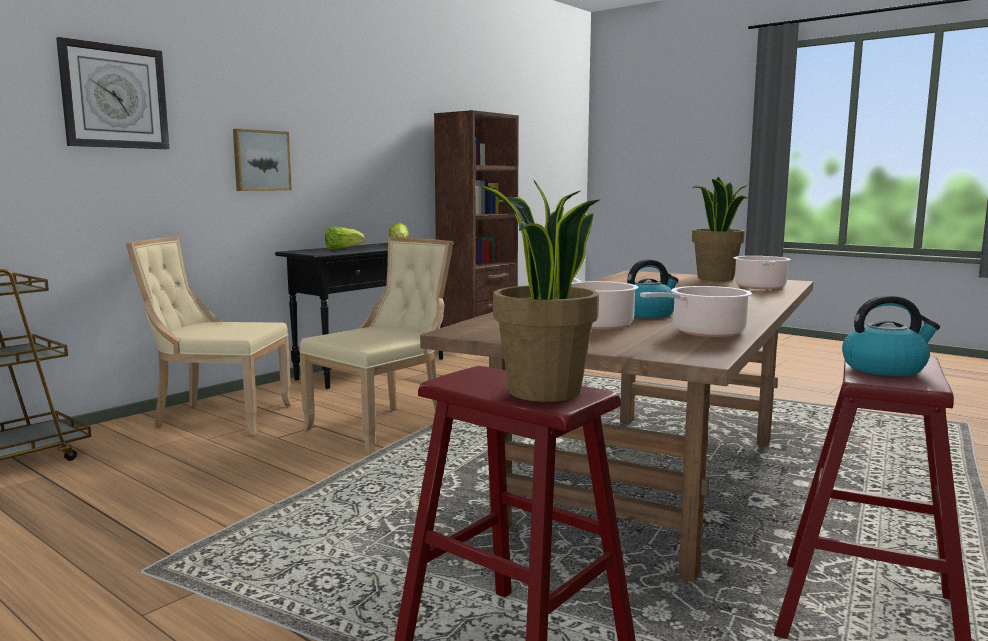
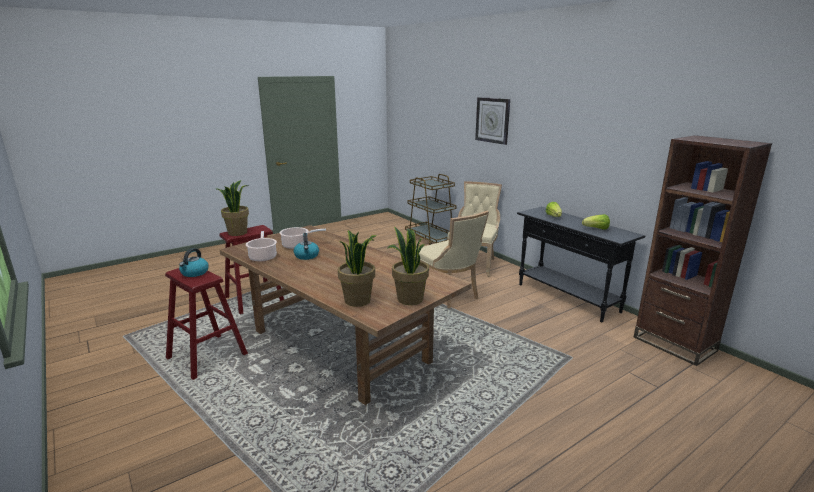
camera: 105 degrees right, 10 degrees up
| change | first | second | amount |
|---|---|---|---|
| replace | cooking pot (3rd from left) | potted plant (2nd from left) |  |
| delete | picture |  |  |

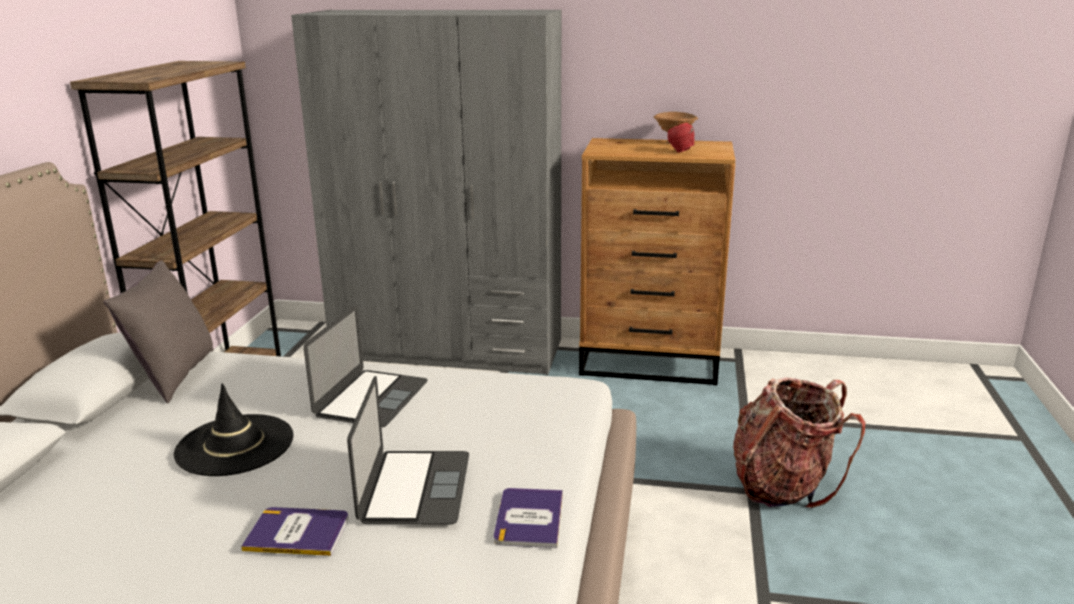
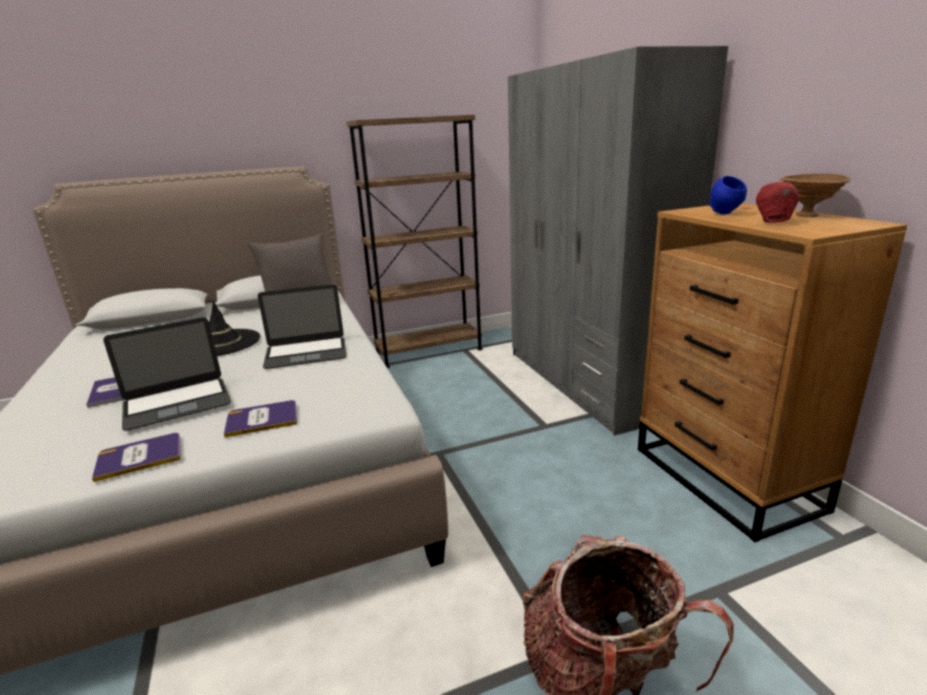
camera: 60 degrees right, 0 degrees up
| change | first | second | amount |
|---|---|---|---|
| insert |  | book (3rd from left) |  |
| insert |  | blue bowl |  |

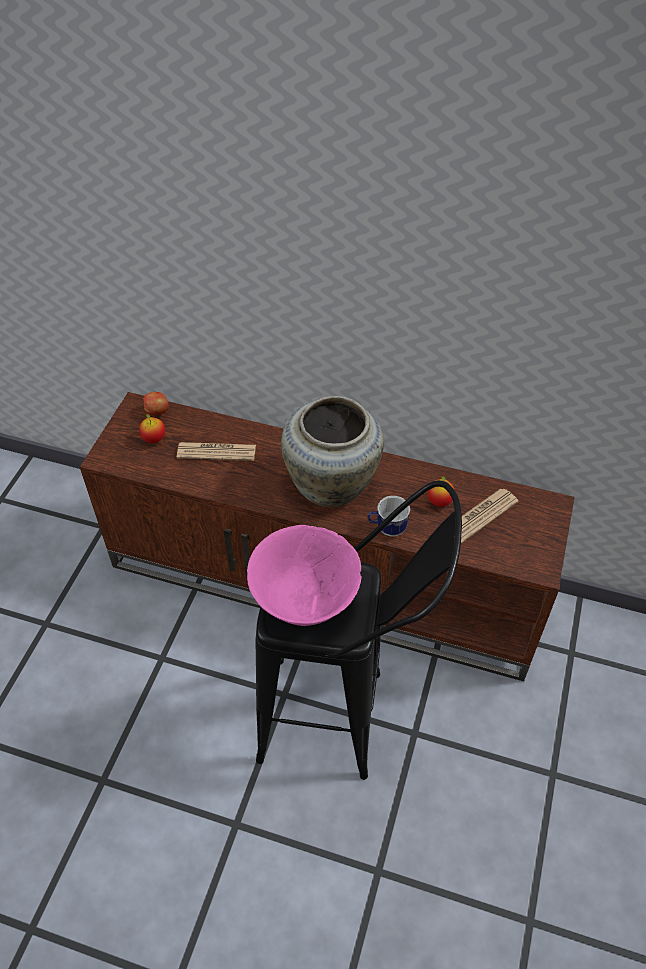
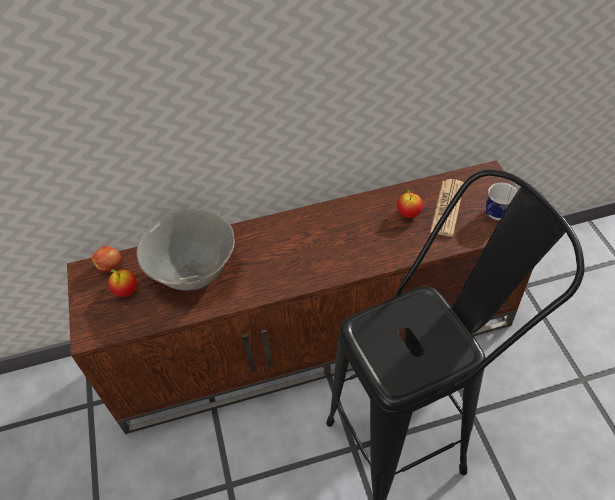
camera: 30 degrees left, 0 degrees up
| change | first | second | amount |
|---|---|---|---|
| replace | newspaper (1st from left) | grey bowl |  |
| move | mug |  |  |
| delete | pink bowl |  |  |
| delete | beige vase |  |  |

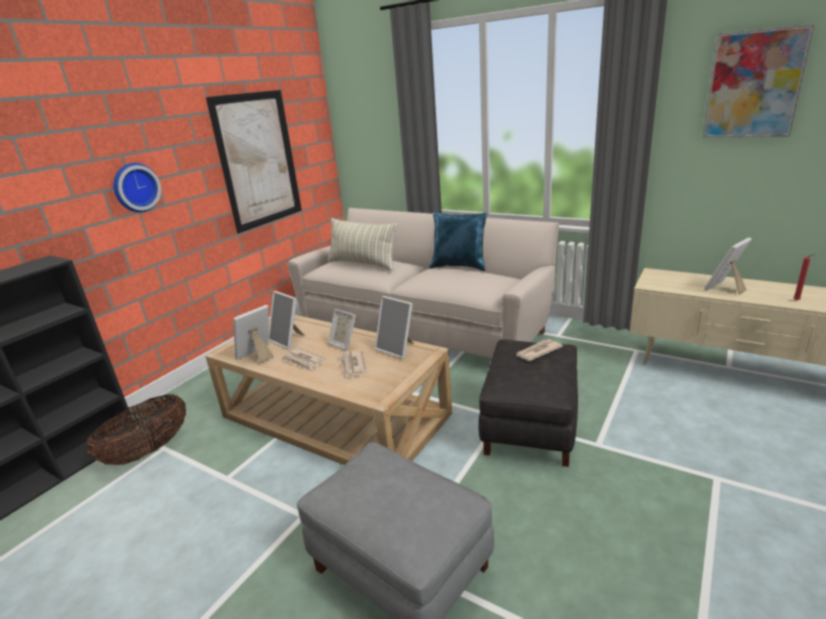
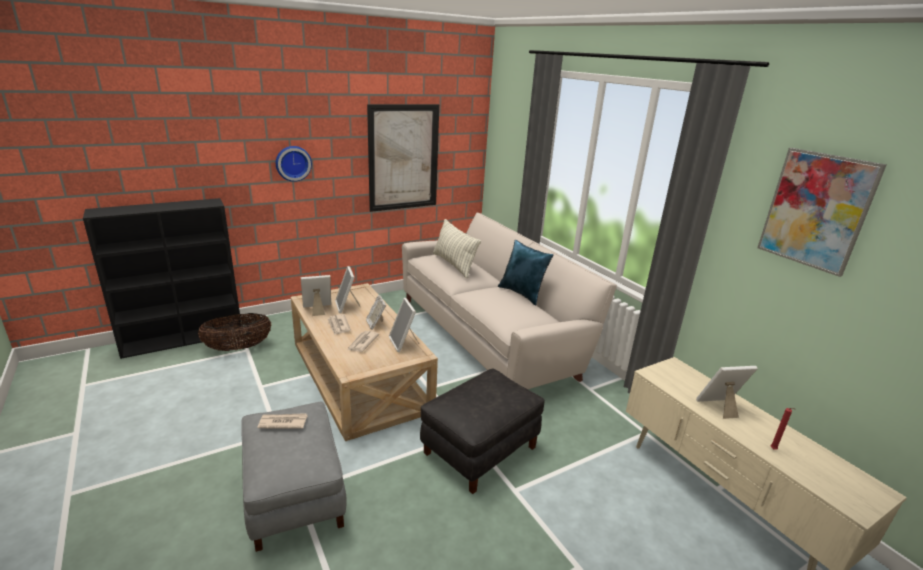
camera: 25 degrees right, 0 degrees up
| change | first | second | amount |
|---|---|---|---|
| move | newspaper (3rd from left in the first image) | newspaper (1st from left) |  |

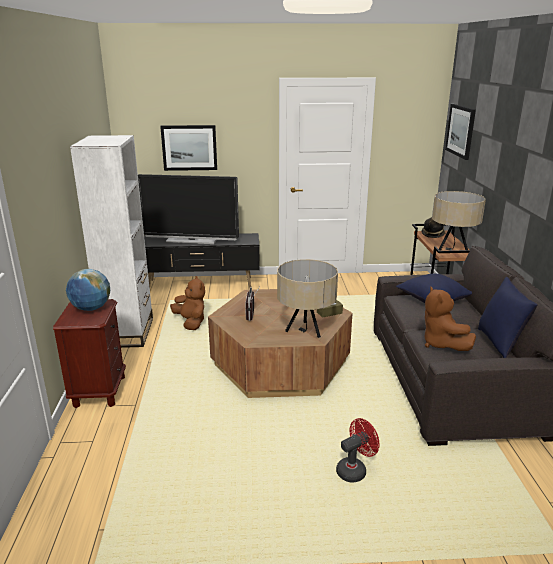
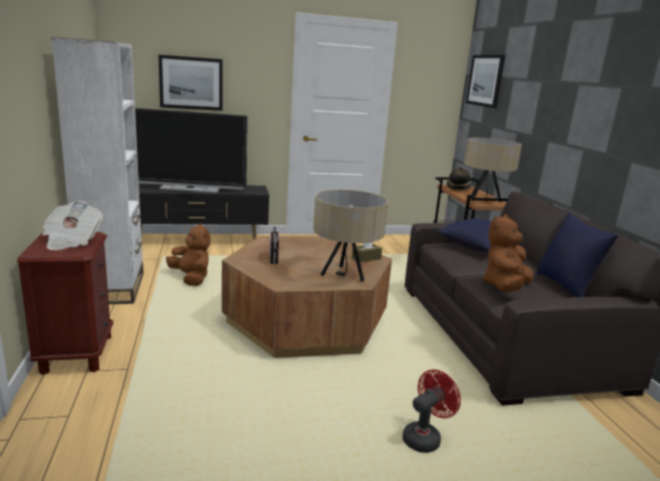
camera: 10 degrees left, 5 degrees down
| change | first | second | amount |
|---|---|---|---|
| replace | globe | newspaper |  |
| rotate | brown plush toy (2nd from left) |  | 60 degrees clockwise |

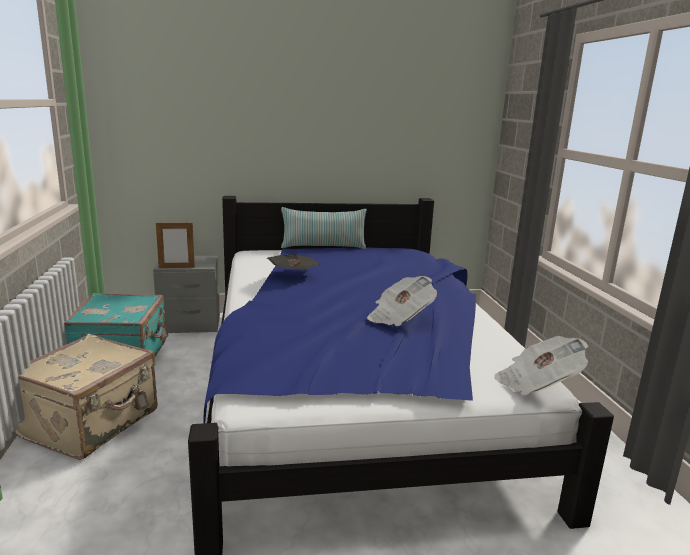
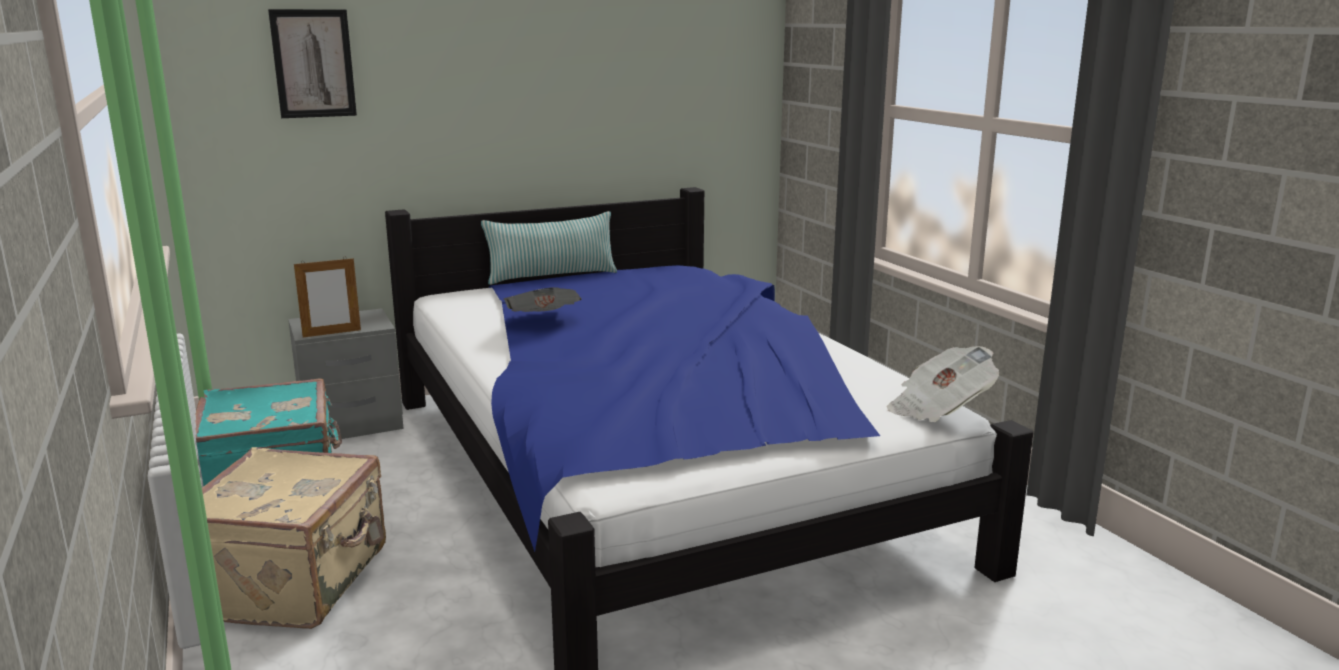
camera: 15 degrees left, 0 degrees up
| change | first | second | amount |
|---|---|---|---|
| insert |  | picture |  |
| delete | newspaper (2nd from left) |  |  |

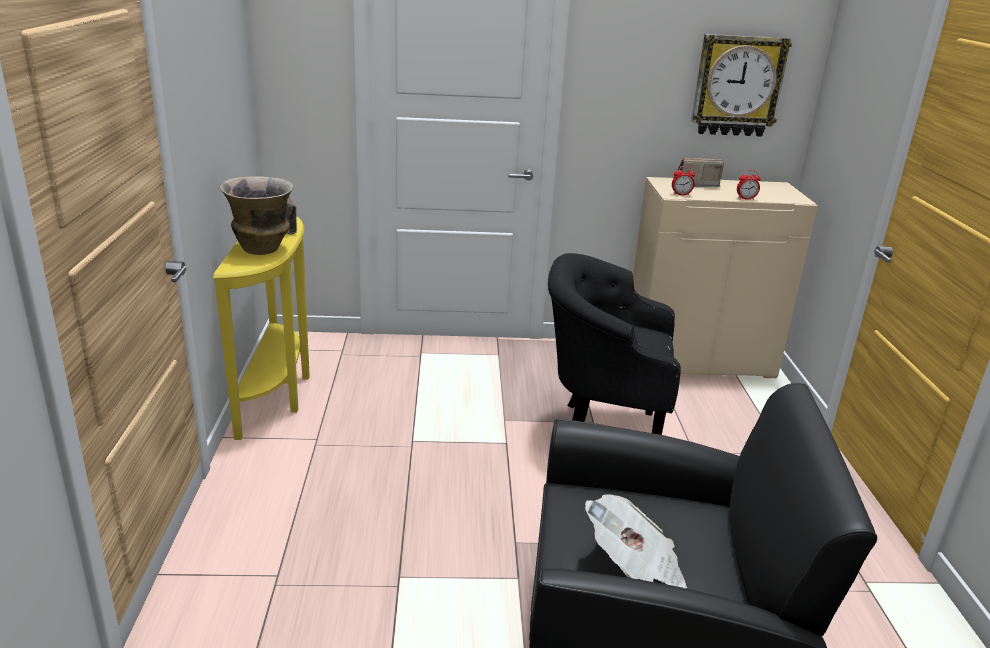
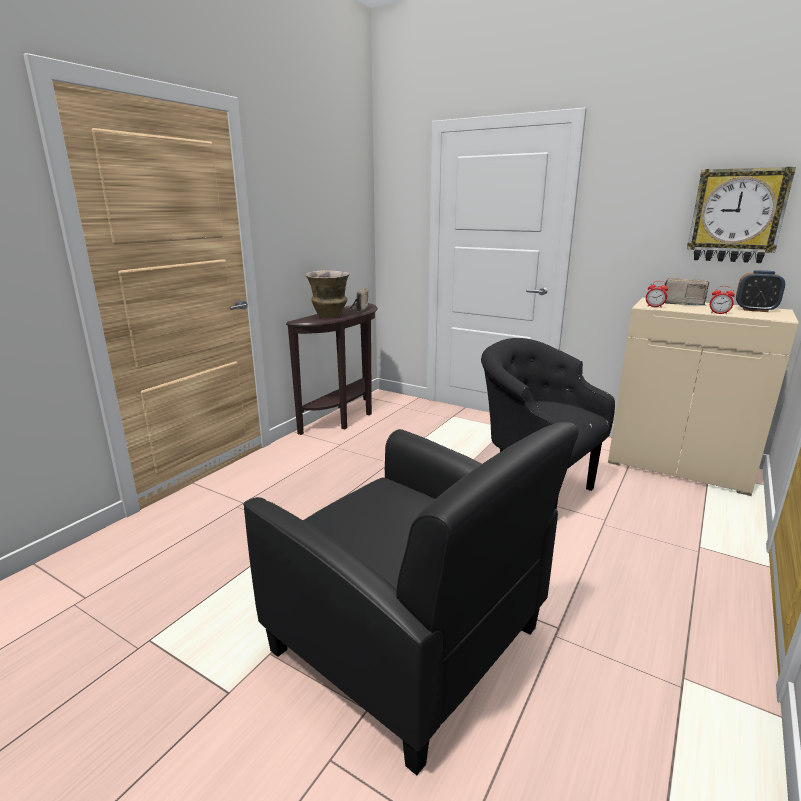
camera: 35 degrees right, 5 degrees down
| change | first | second | amount |
|---|---|---|---|
| recolor | yellow console table | brown console table |  |
| insert |  | alarm clock (3rd from left) |  |
| delete | newspaper |  |  |

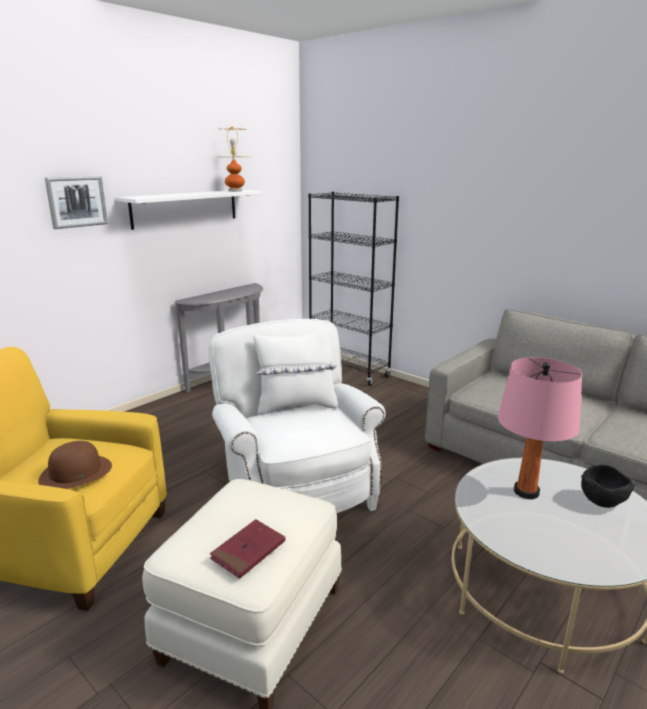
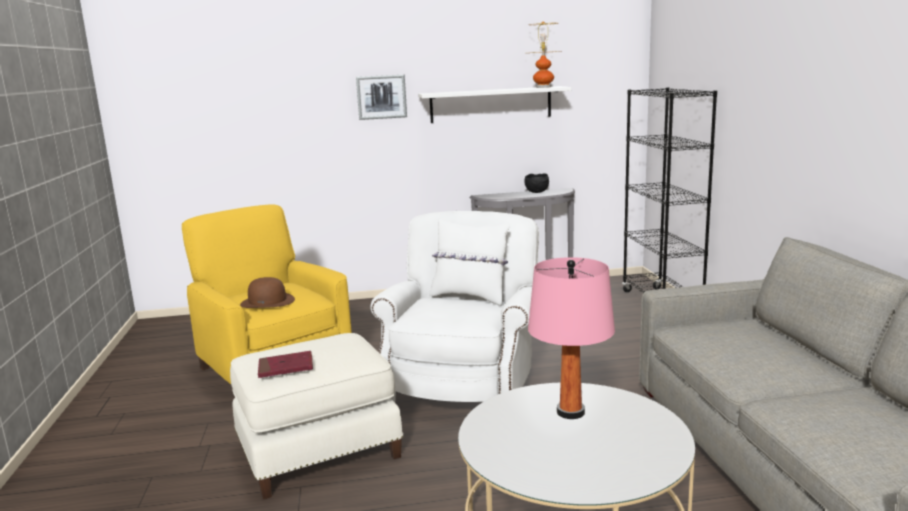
camera: 40 degrees right, 5 degrees down
| change | first | second | amount |
|---|---|---|---|
| move | black bowl |  |  |

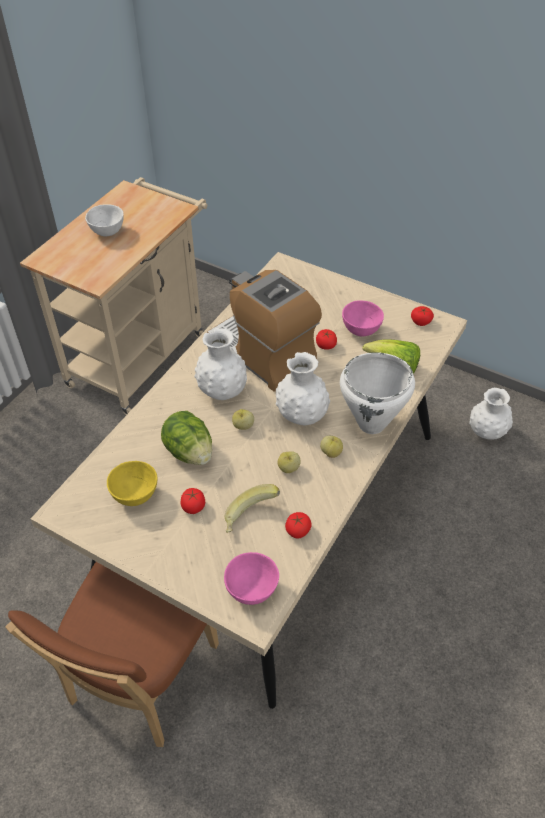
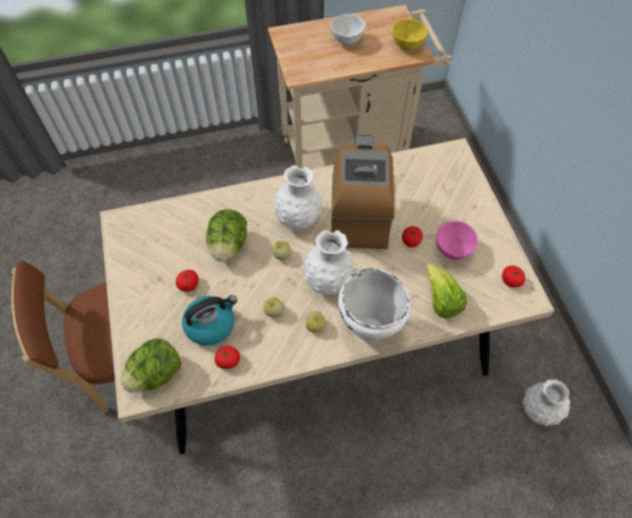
camera: 45 degrees right, 10 degrees up
| change | first | second | amount |
|---|---|---|---|
| replace | pink bowl (1st from left) | lettuce (1st from left) |  |
| replace | banana | kettle |  |
| move | yellow bowl |  |  |

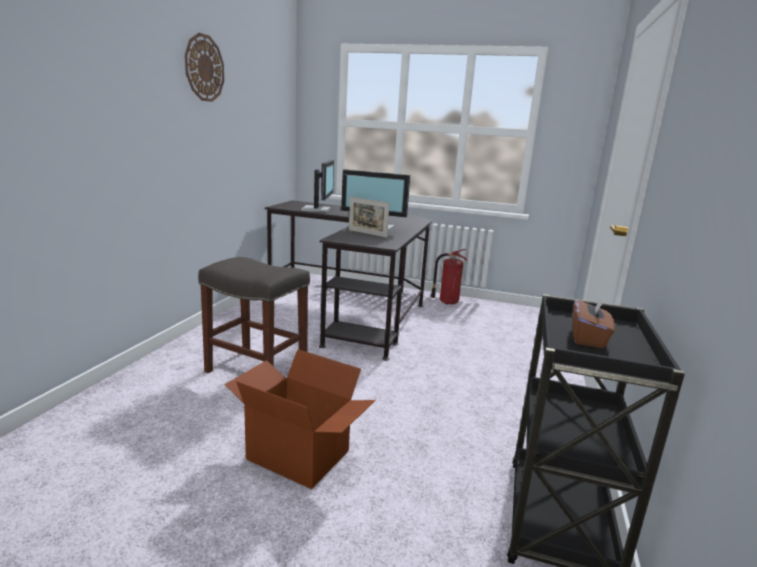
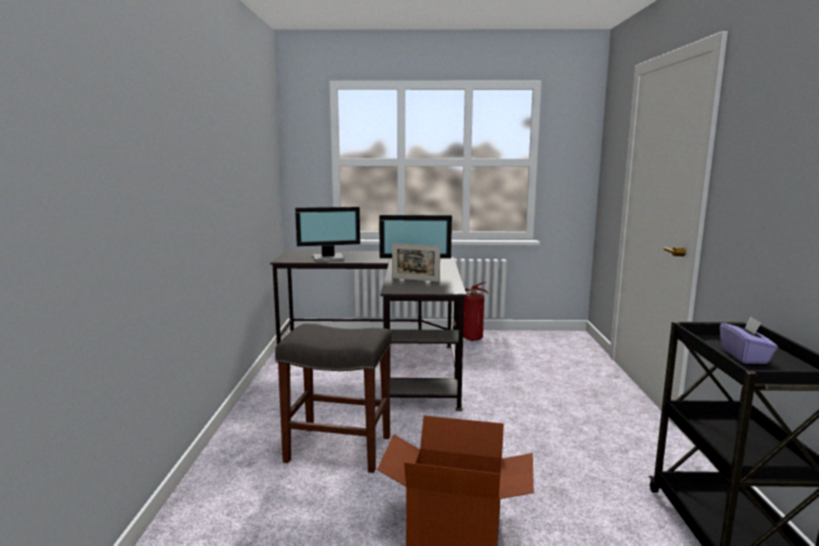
camera: 15 degrees left, 5 degrees down
| change | first | second | amount |
|---|---|---|---|
| rotate | monitor (1st from left) |  | 90 degrees clockwise |
| recolor | brown tissue box | purple tissue box |  |
| delete | wall clock |  |  |

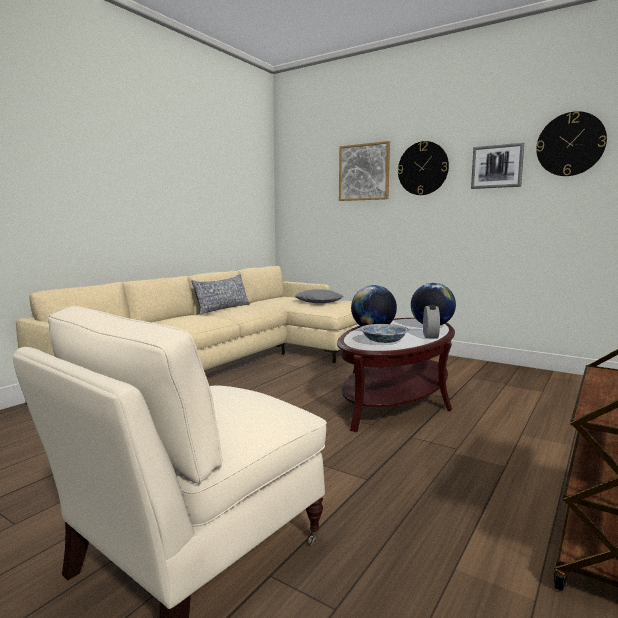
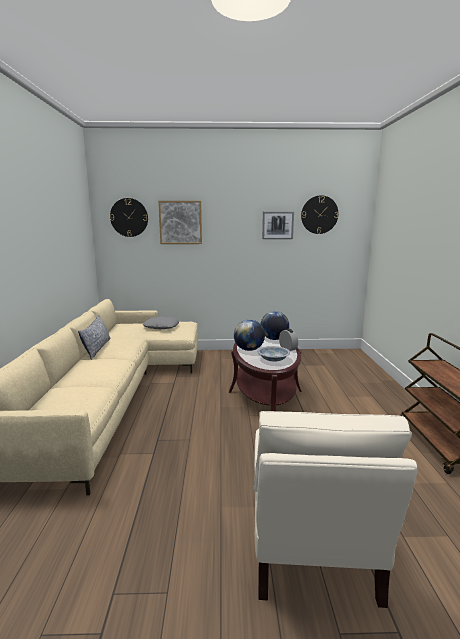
camera: 35 degrees left, 5 degrees up
| change | first | second | amount |
|---|---|---|---|
| move | wall clock (1st from left) |  |  |

